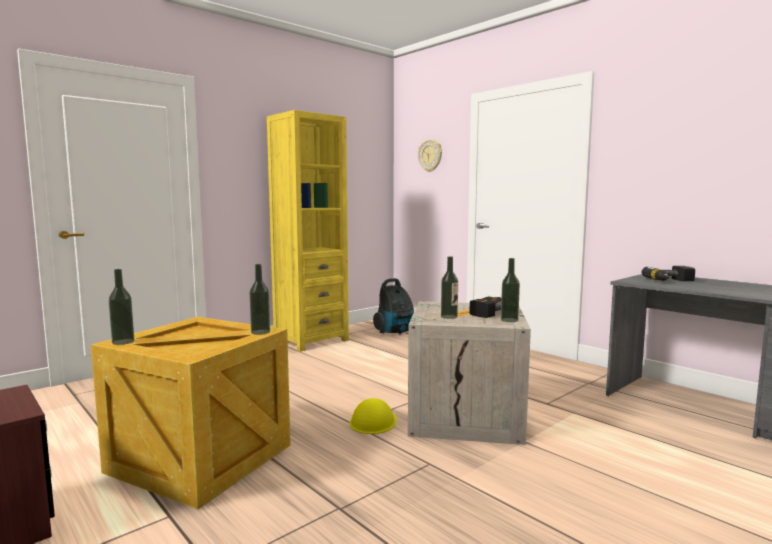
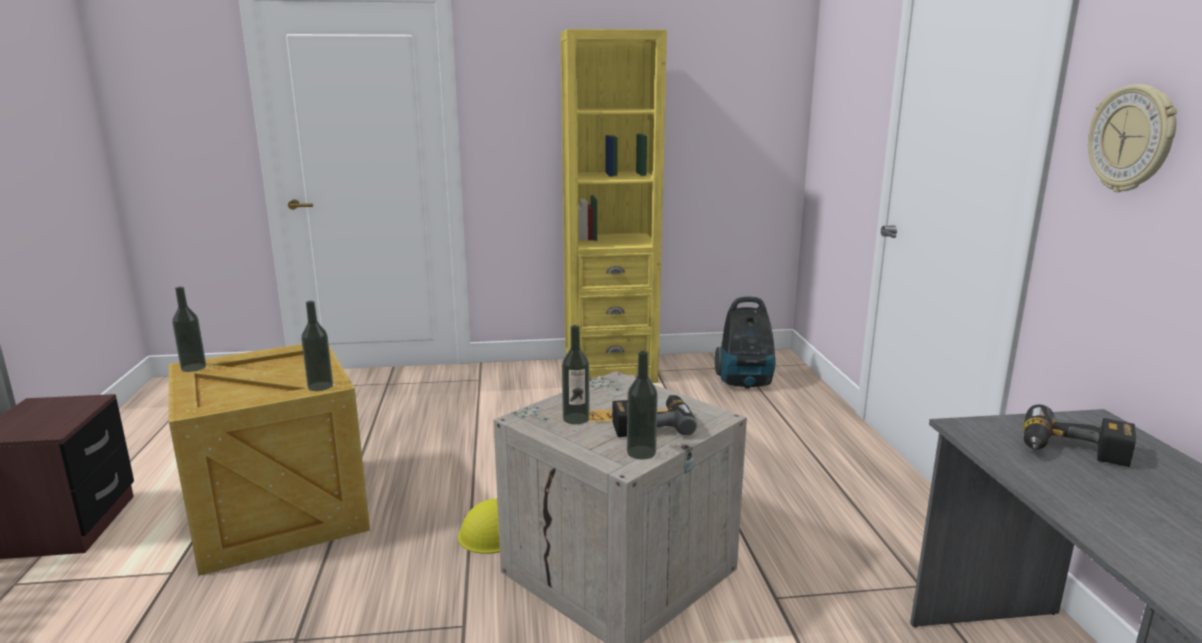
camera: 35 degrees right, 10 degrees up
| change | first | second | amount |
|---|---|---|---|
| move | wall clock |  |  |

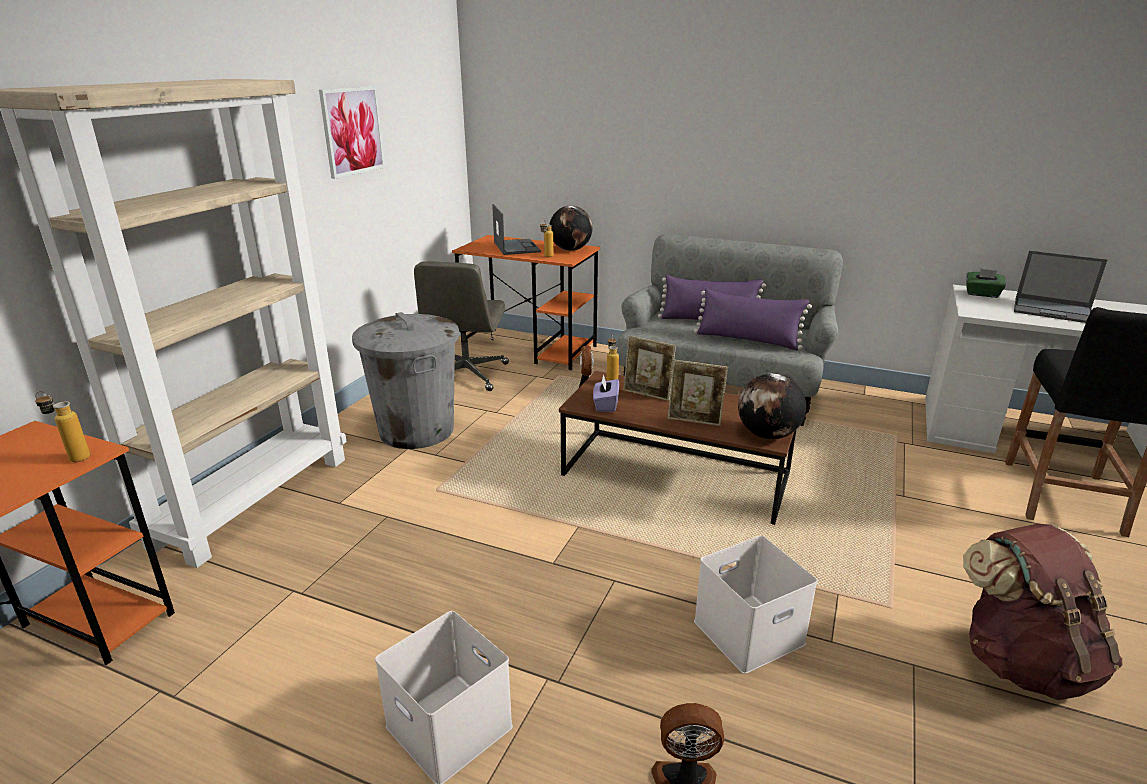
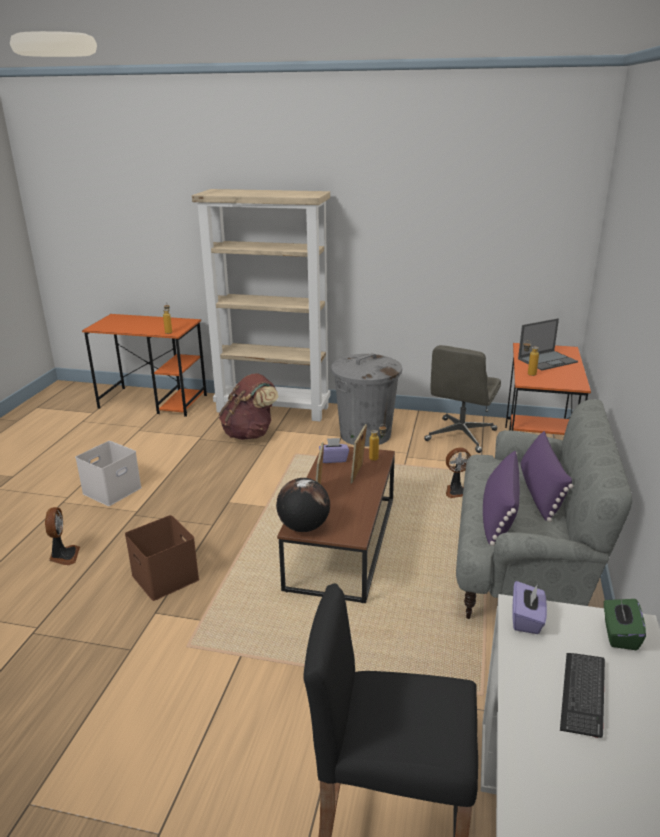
camera: 80 degrees right, 0 degrees up
| change | first | second | amount |
|---|---|---|---|
| recolor | white storage box (2nd from left) | brown storage box |  |
| move | brown backpack |  |  |
| rotate | grey office chair |  | 60 degrees counterclockwise |
| insert |  | purple tissue box (2nd from left) |  |
| replace | laptop (2nd from left) | keyboard |  |
| delete | picture |  |  |
| delete | globe (1st from left) |  |  |

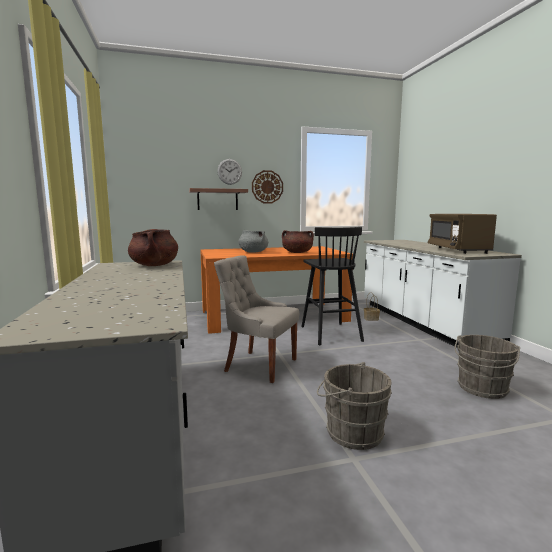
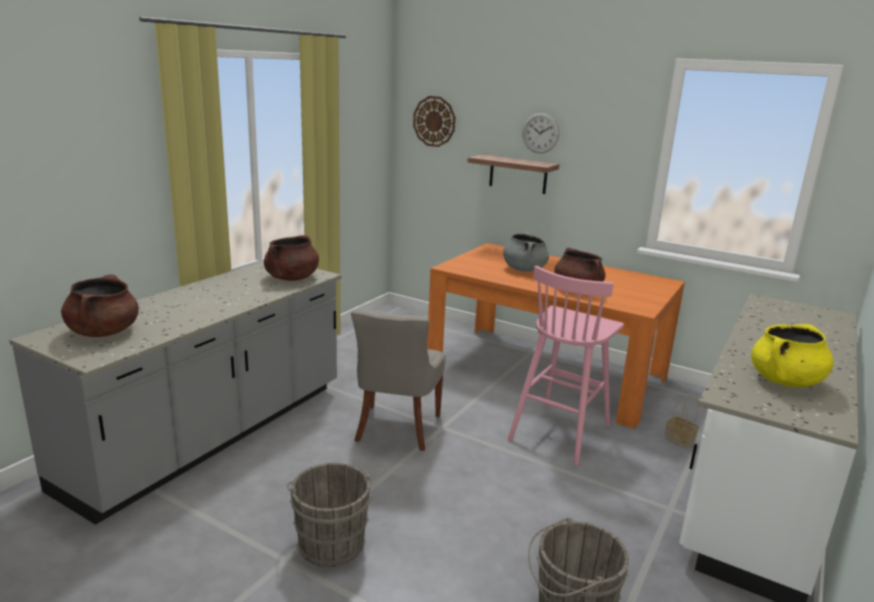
camera: 45 degrees right, 10 degrees up
| change | first | second | amount |
|---|---|---|---|
| insert |  | brown cooking pot (1st from left) |  |
| rotate | grey chair |  | 150 degrees counterclockwise |
| move | wall clock (2nd from left in the first image) | wall clock (1st from left) |  |
| recolor | black stool | pink stool |  |
| replace | brown microwave | yellow cooking pot |  |

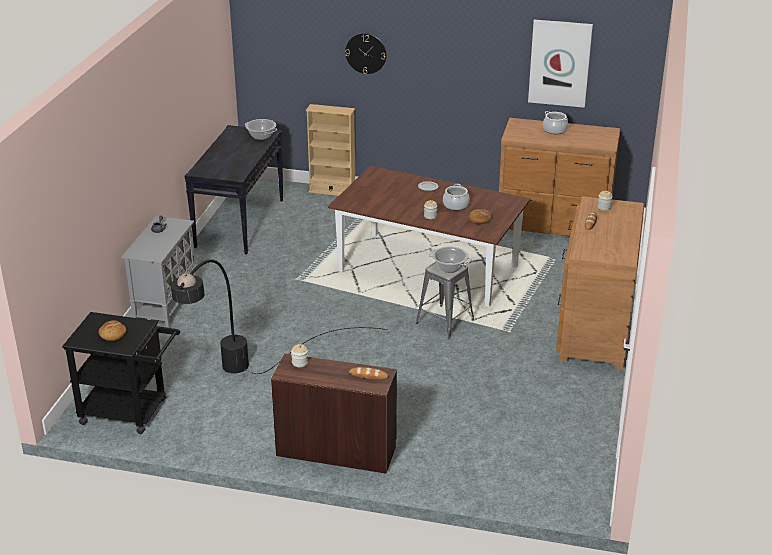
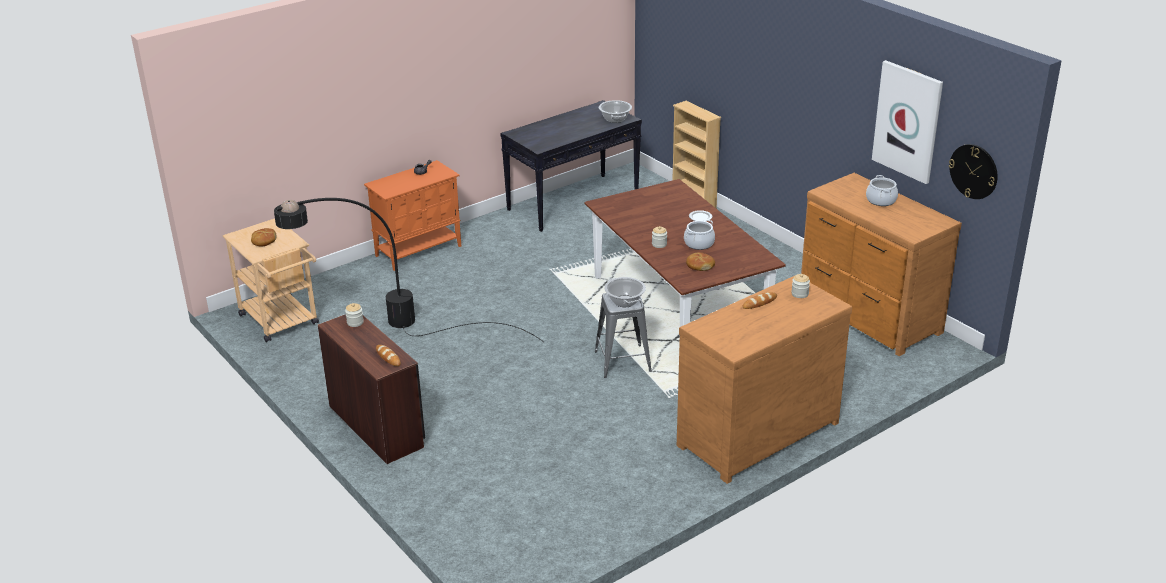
camera: 40 degrees right, 0 degrees up
| change | first | second | amount |
|---|---|---|---|
| recolor | black cart | beige cart |  |
| recolor | grey cabinet | orange cabinet |  |
| move | wall clock |  |  |

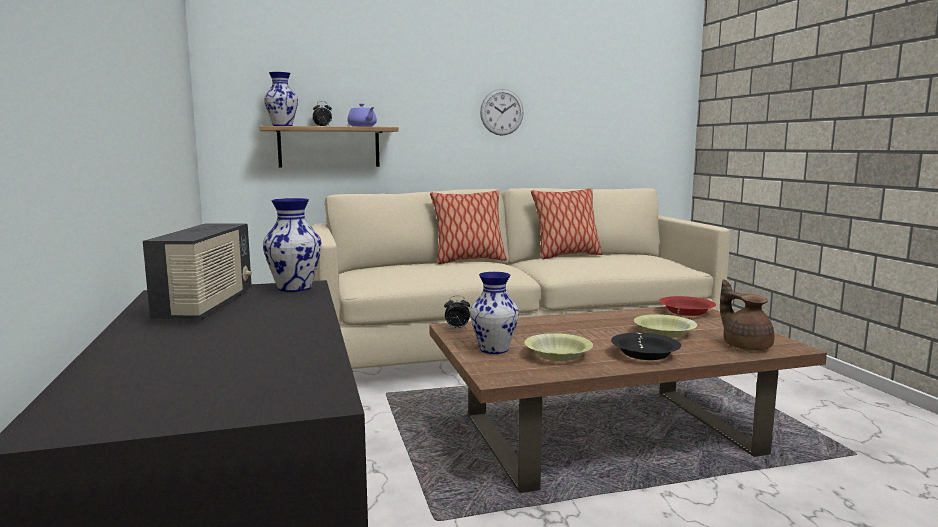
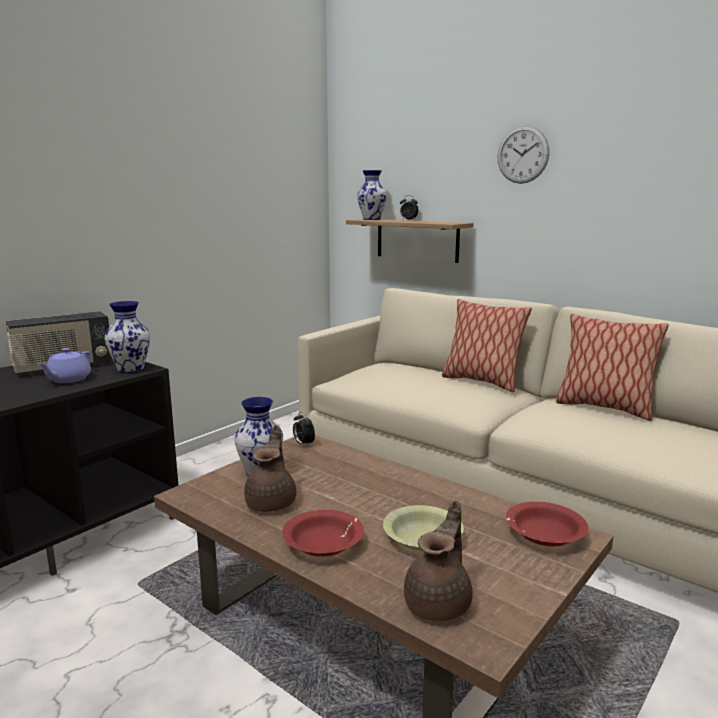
camera: 55 degrees right, 5 degrees up
| change | first | second | amount |
|---|---|---|---|
| move | purple teapot |  |  |
| replace | yellow bowl (1st from left) | brown teapot (1st from left) |  |
| recolor | black bowl | red bowl (1st from left) |  |
| move | wall clock |  |  |

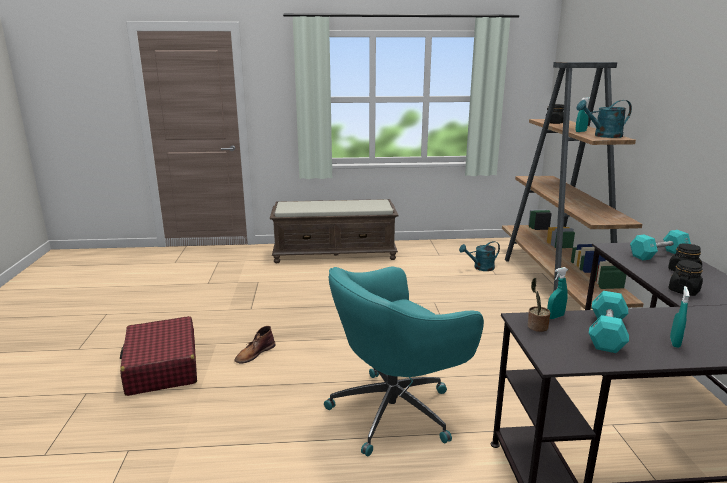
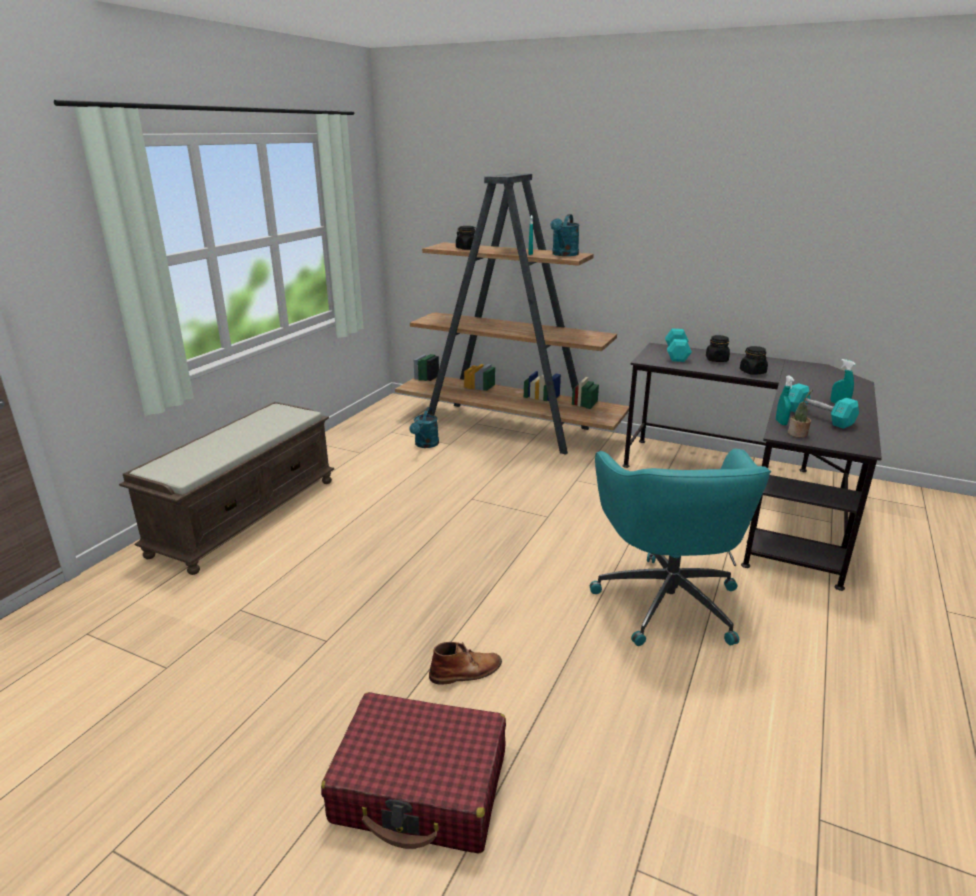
camera: 60 degrees left, 5 degrees up
| change | first | second | amount |
|---|---|---|---|
| rotate | brown boot |  | 90 degrees counterclockwise |

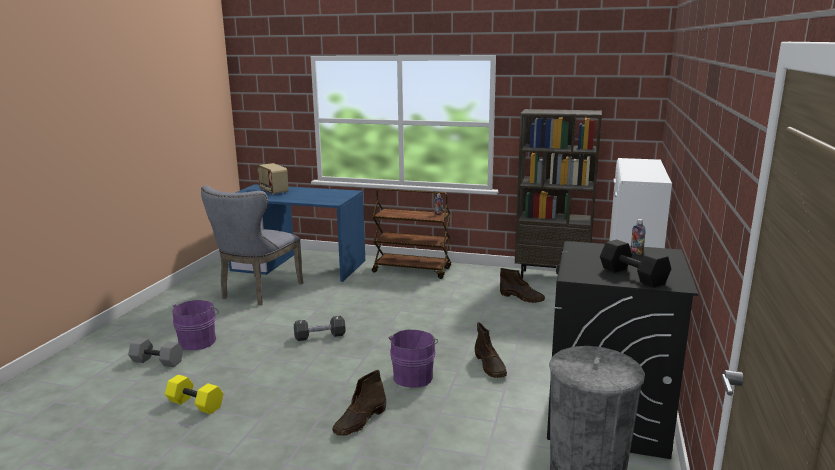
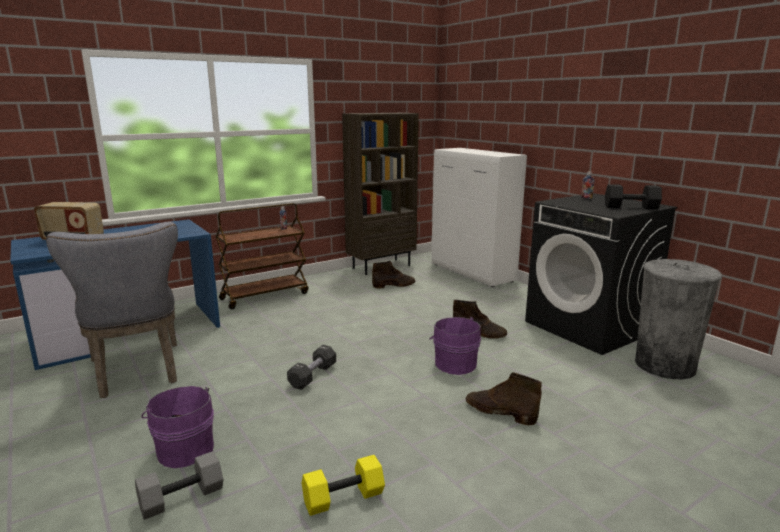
camera: 50 degrees left, 0 degrees up
| change | first | second | amount |
|---|---|---|---|
| rotate | brown boot (1st from left in the first image) | brown boot (3rd from left) | 135 degrees clockwise |

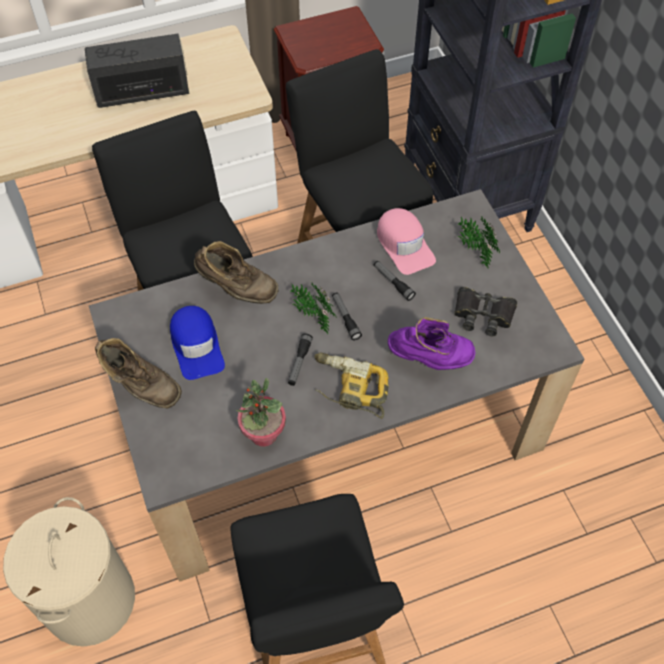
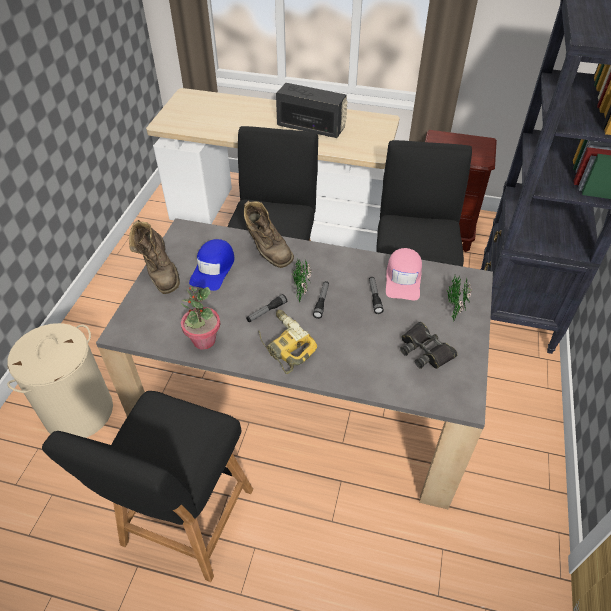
camera: 35 degrees right, 10 degrees down
| change | first | second | amount |
|---|---|---|---|
| delete | purple boot |  |  |

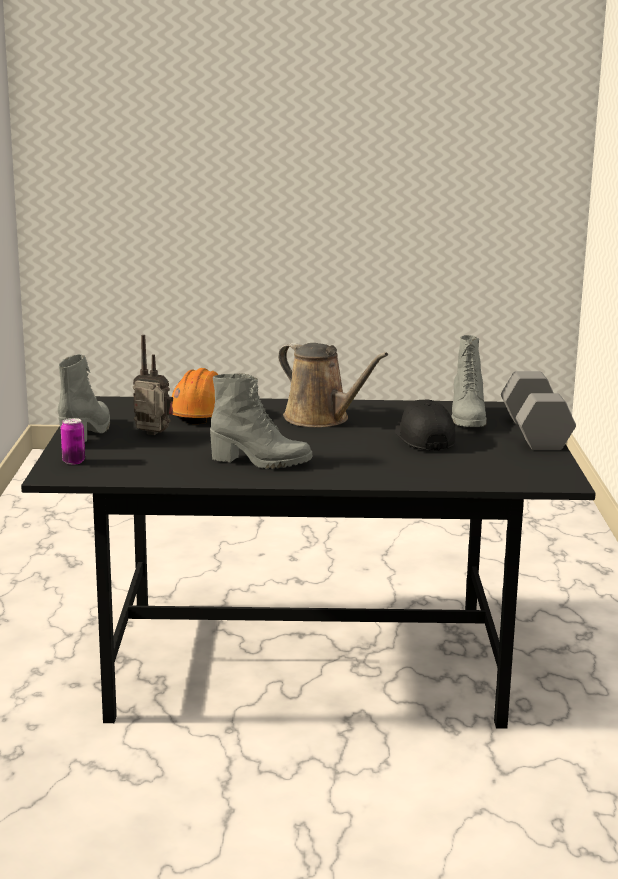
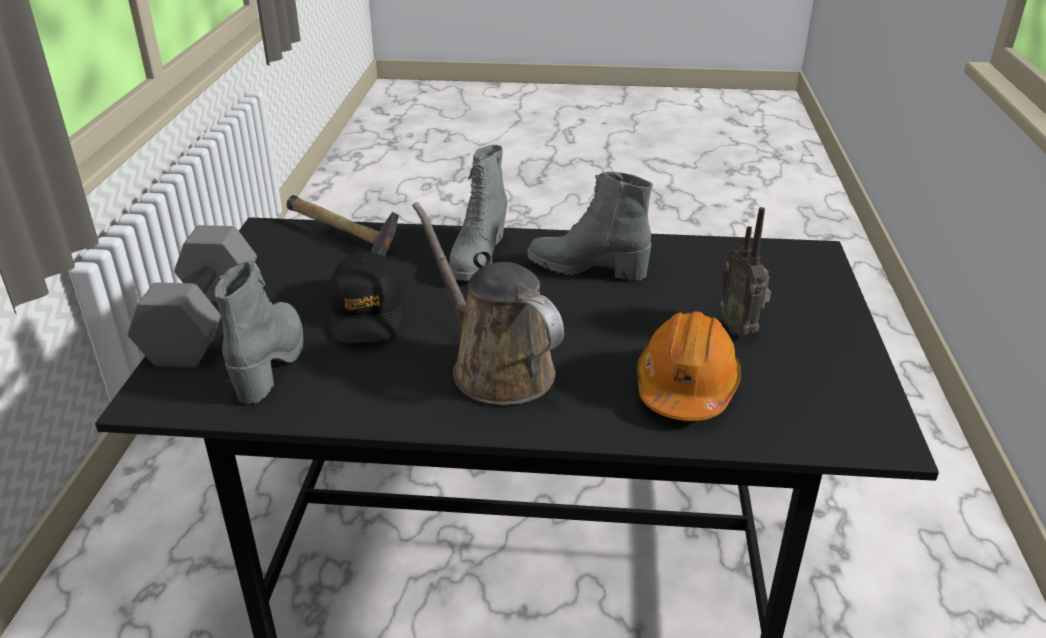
camera: 175 degrees left, 15 degrees up
| change | first | second | amount |
|---|---|---|---|
| insert |  | hammer |  |
| move | grey boot (1st from left in the first image) | grey boot (2nd from left) |  |
| rotate | radio |  | 45 degrees clockwise |
| delete | can |  |  |

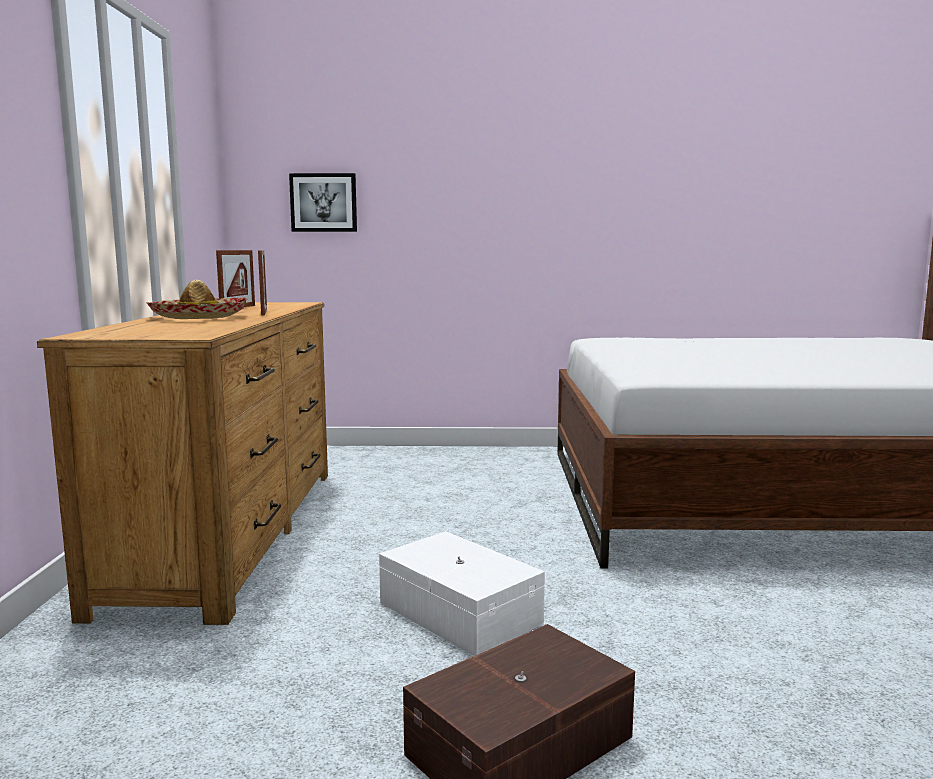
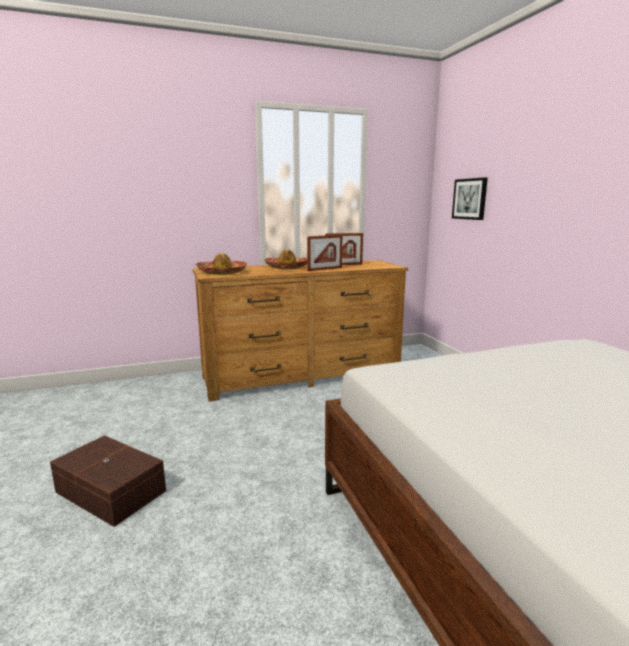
camera: 70 degrees right, 5 degrees up
| change | first | second | amount |
|---|---|---|---|
| insert |  | hat (1st from left) |  |
| delete | white storage box |  |  |

